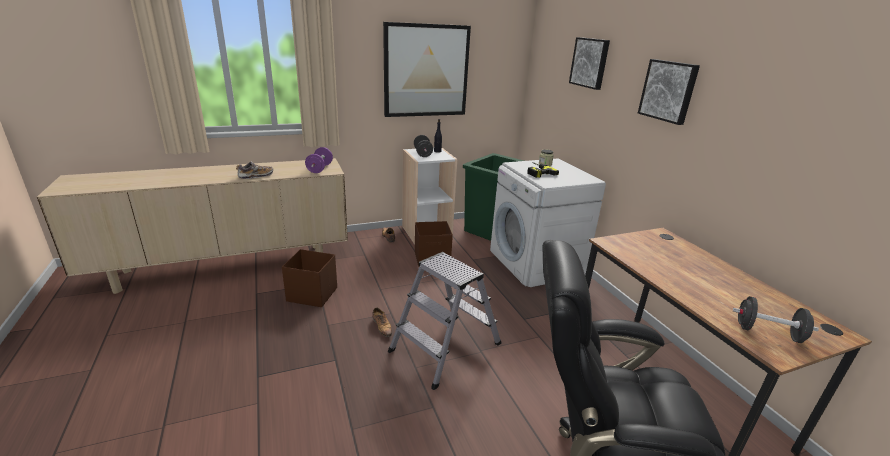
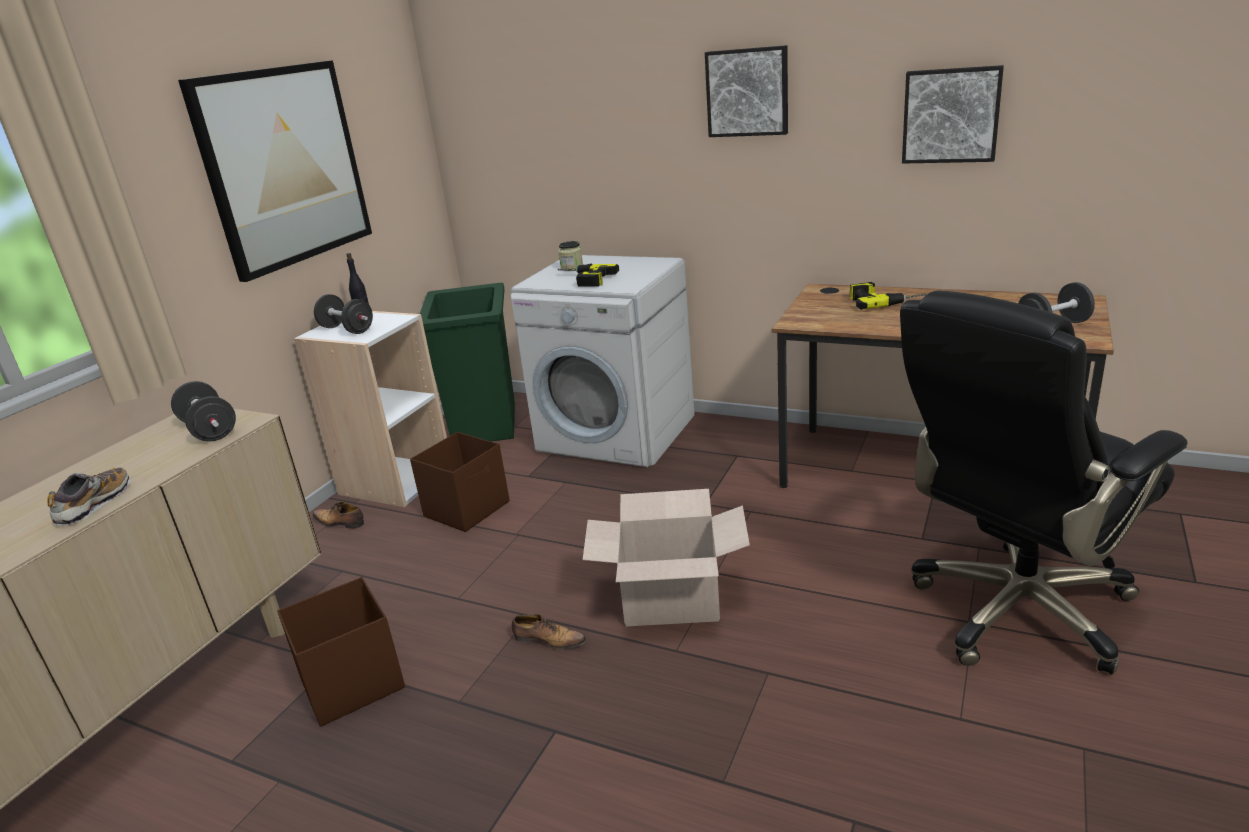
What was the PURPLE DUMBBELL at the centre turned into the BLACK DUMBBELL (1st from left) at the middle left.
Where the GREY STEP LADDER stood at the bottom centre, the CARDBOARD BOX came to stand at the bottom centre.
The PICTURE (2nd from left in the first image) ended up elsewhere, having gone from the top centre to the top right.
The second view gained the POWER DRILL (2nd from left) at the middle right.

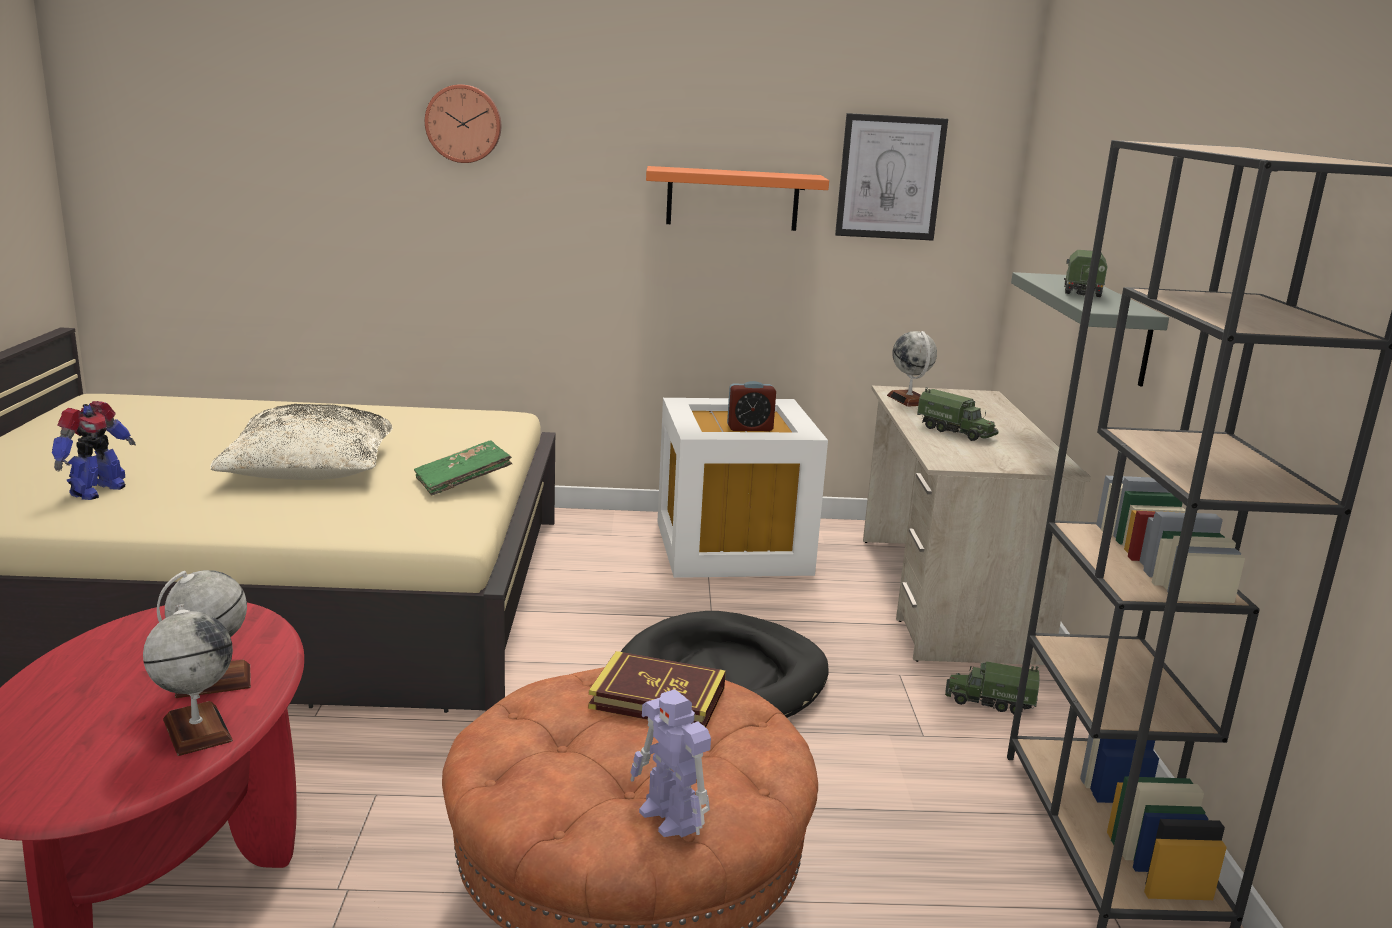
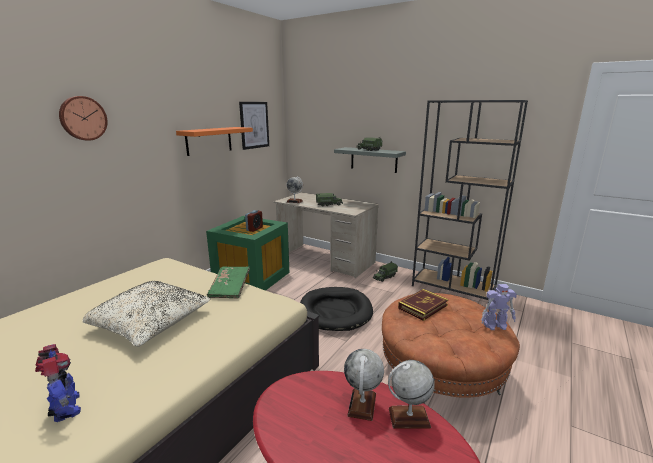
What was the WHITE STORAGE BOX at the centre turned into the GREEN STORAGE BOX at the centre.

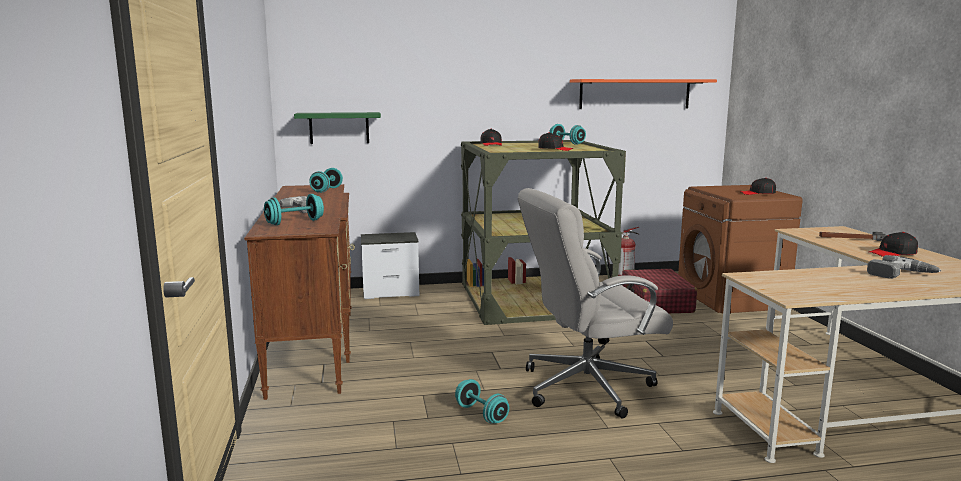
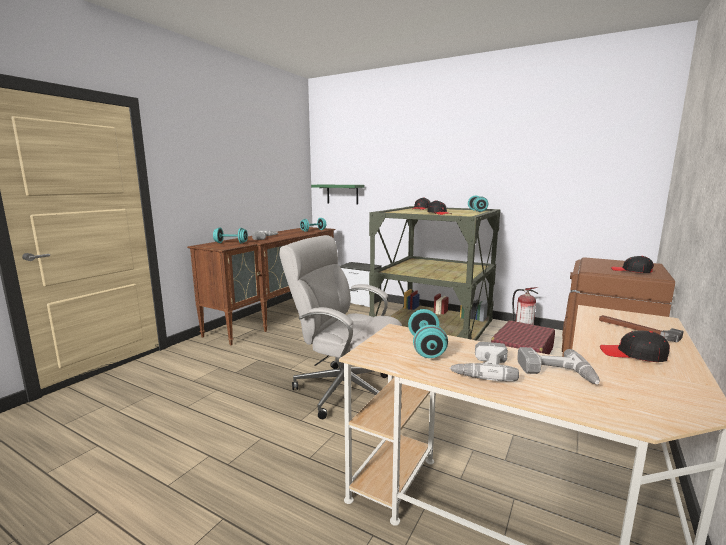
The TURQUOISE DUMBBELL (3rd from left) ended up elsewhere, having gone from the bottom centre to the centre.
The second view lost the ORANGE SHELF at the top right.
The second view gained the POWER DRILL (2nd from left) at the middle right.

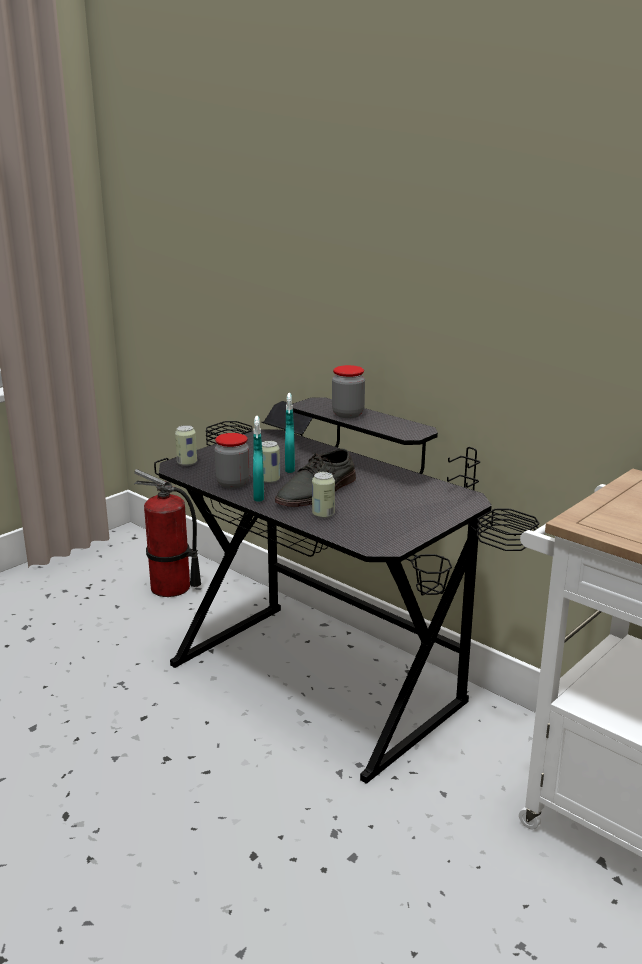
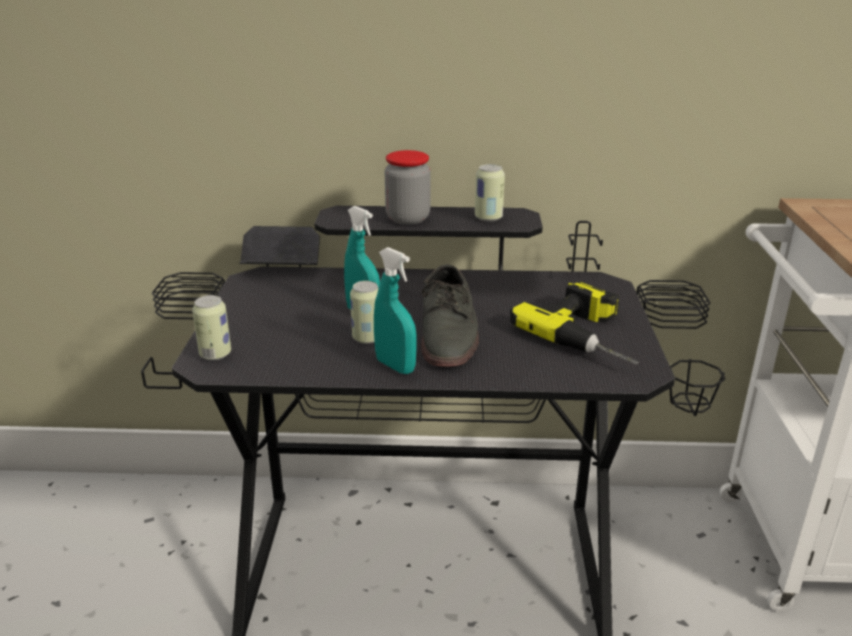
The second view lost the FIRE EXTINGUISHER at the middle left.
The second view lost the JAR (1st from left) at the centre.
The CAN (3rd from left) ended up elsewhere, having gone from the centre to the top centre.
The second view gained the POWER DRILL at the middle right.

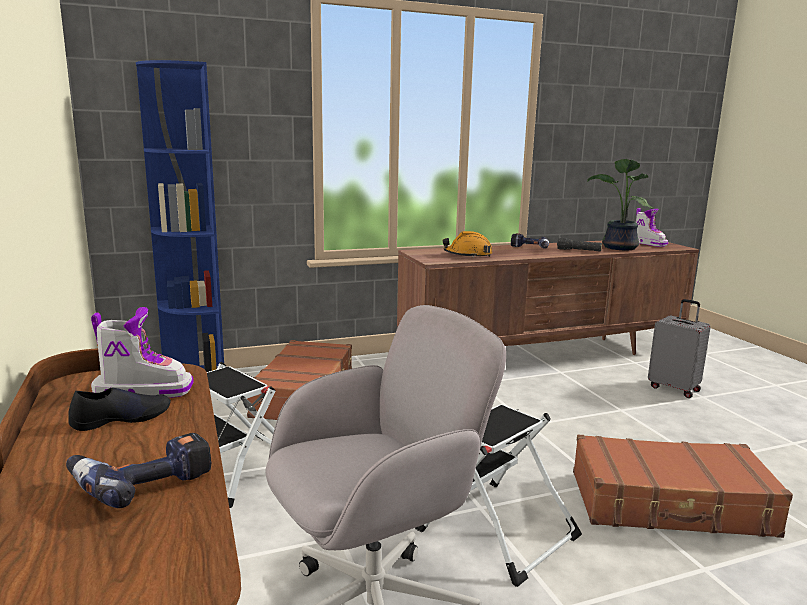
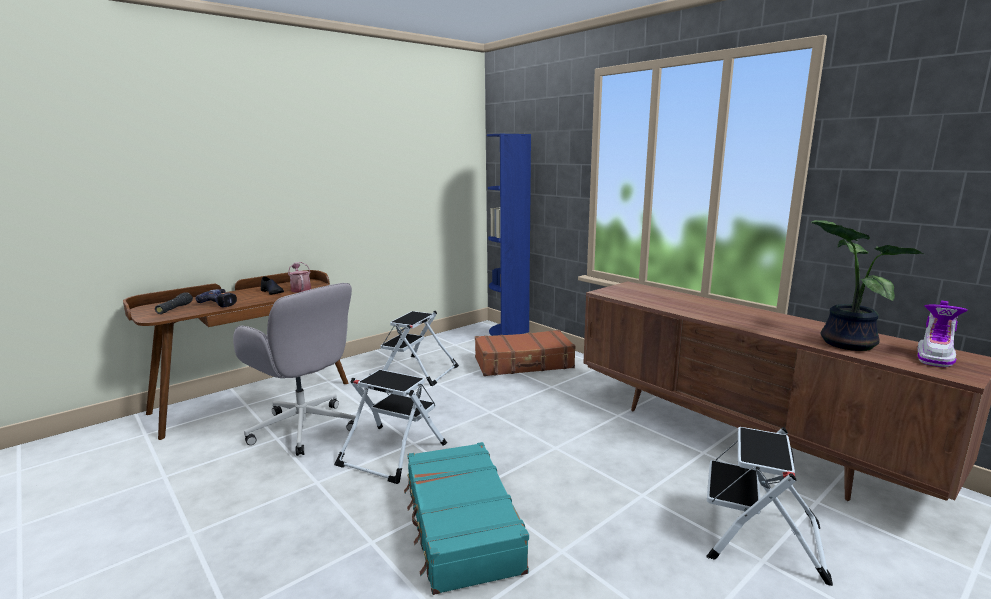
Where the BOOT (1st from left) stood at the middle left, the WATERING CAN came to stand at the middle left.
The second view lost the ORANGE HARD HAT at the centre.
The second view lost the POWER DRILL (2nd from left) at the centre.
The BLACK FLASHLIGHT ended up elsewhere, having gone from the middle right to the middle left.
What was the BROWN SUITCASE (2nd from left) at the bottom right turned into the TURQUOISE SUITCASE at the bottom centre.
Where the GREY SUITCASE stood at the middle right, the STEP LADDER (3rd from left) came to stand at the bottom right.

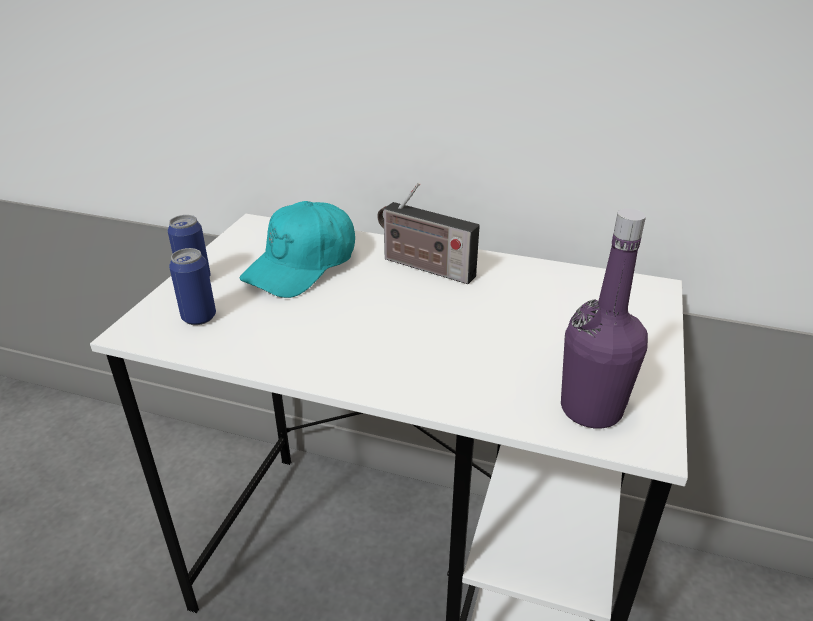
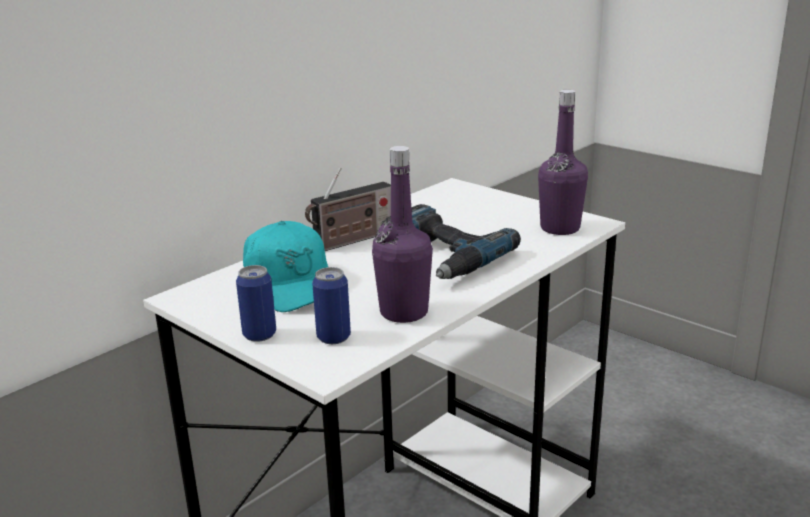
The second view gained the PURPLE BOTTLE (1st from left) at the centre.
The second view gained the POWER DRILL at the centre.

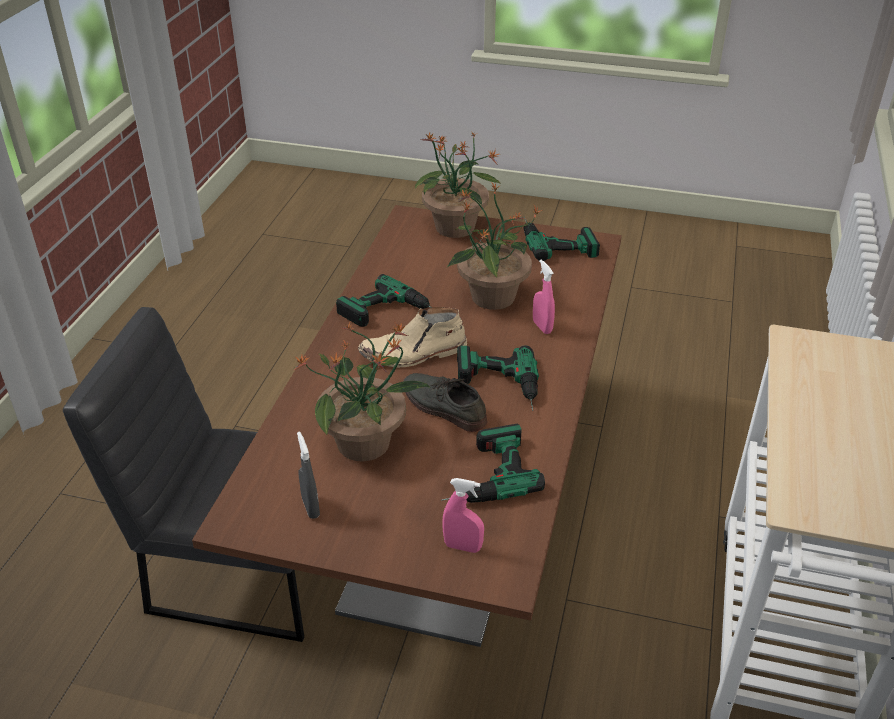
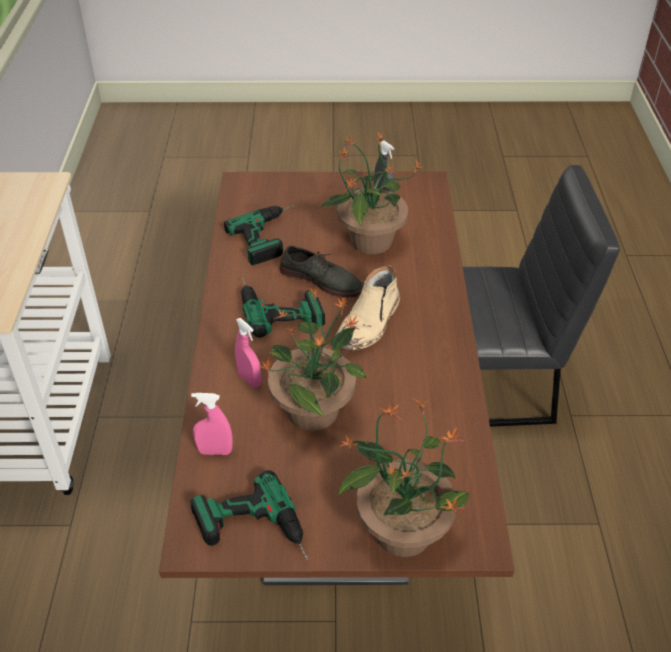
The second view lost the POWER DRILL (1st from left) at the centre.
The BEIGE BOOT at the centre ended up facing another way, 150 degrees clockwise from before.
The PINK SPRAY BOTTLE (1st from left) ended up elsewhere, having gone from the bottom centre to the middle left.

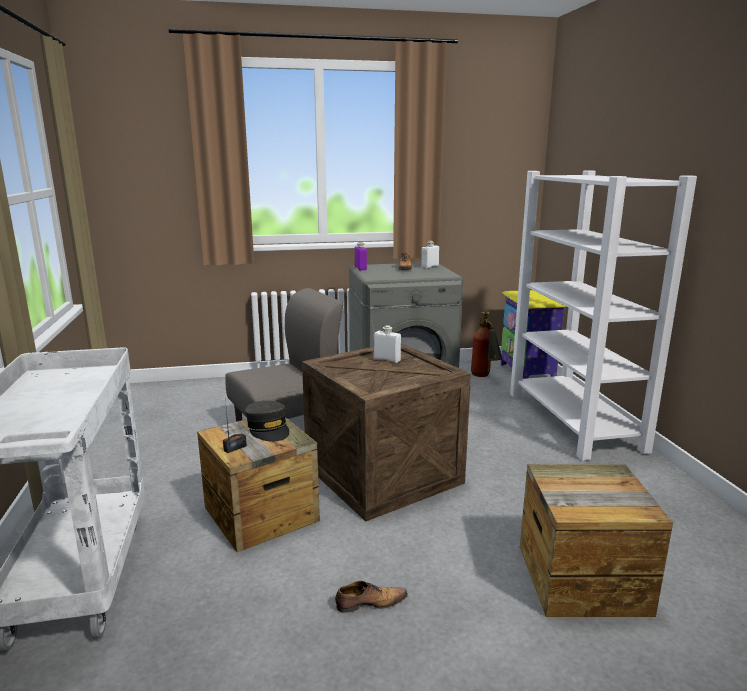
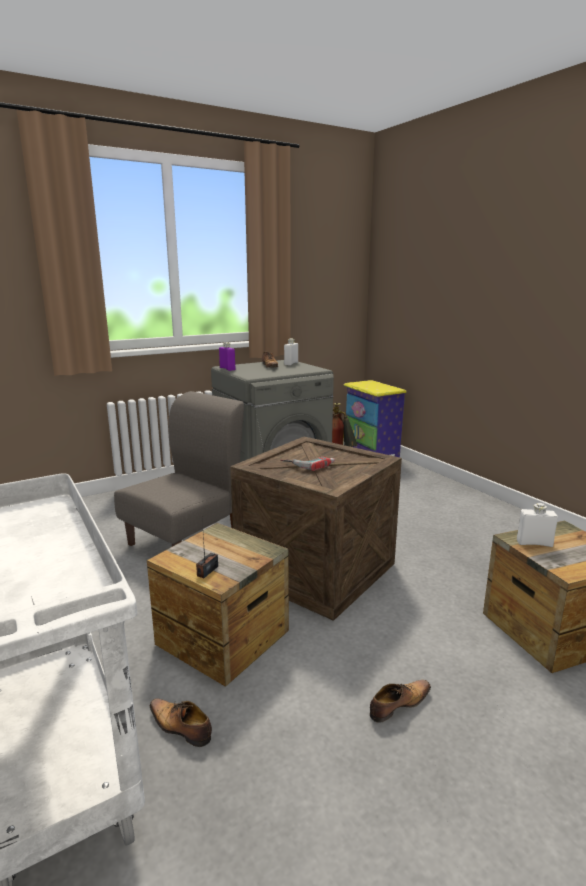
The second view lost the GREY CAP at the centre.
The WHITE BOTTLE (1st from left in the first image) ended up elsewhere, having gone from the centre to the middle right.
The second view lost the WHITE BOOKCASE at the middle right.
The second view gained the SHOE (1st from left) at the bottom left.
The second view gained the POWER DRILL at the centre.

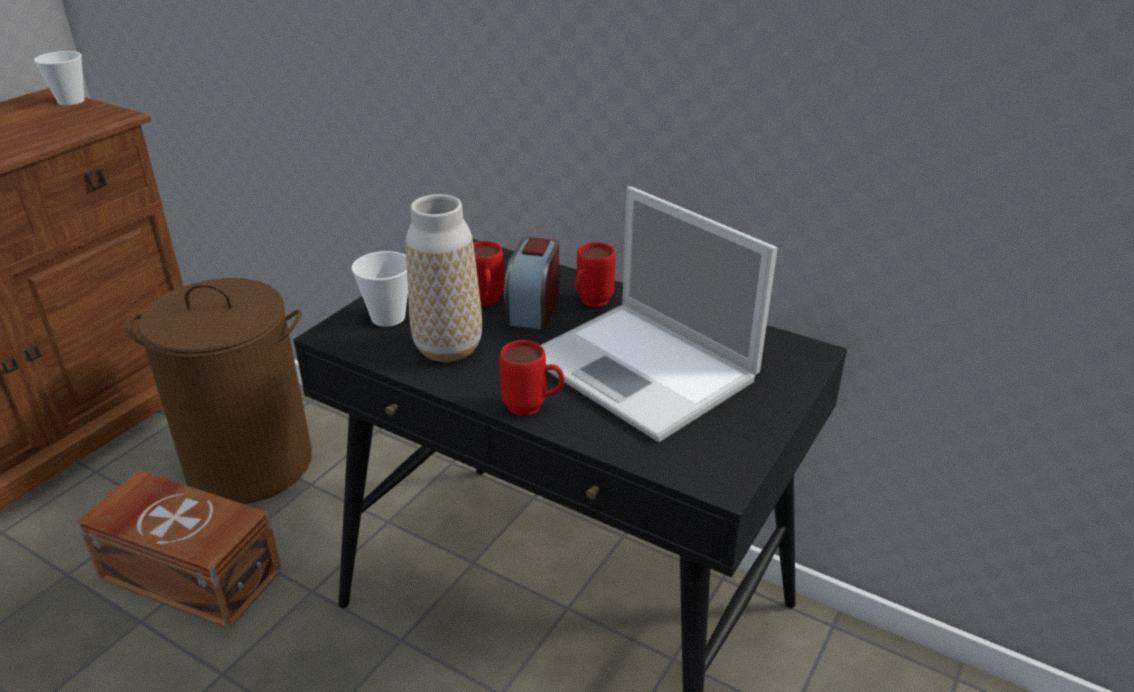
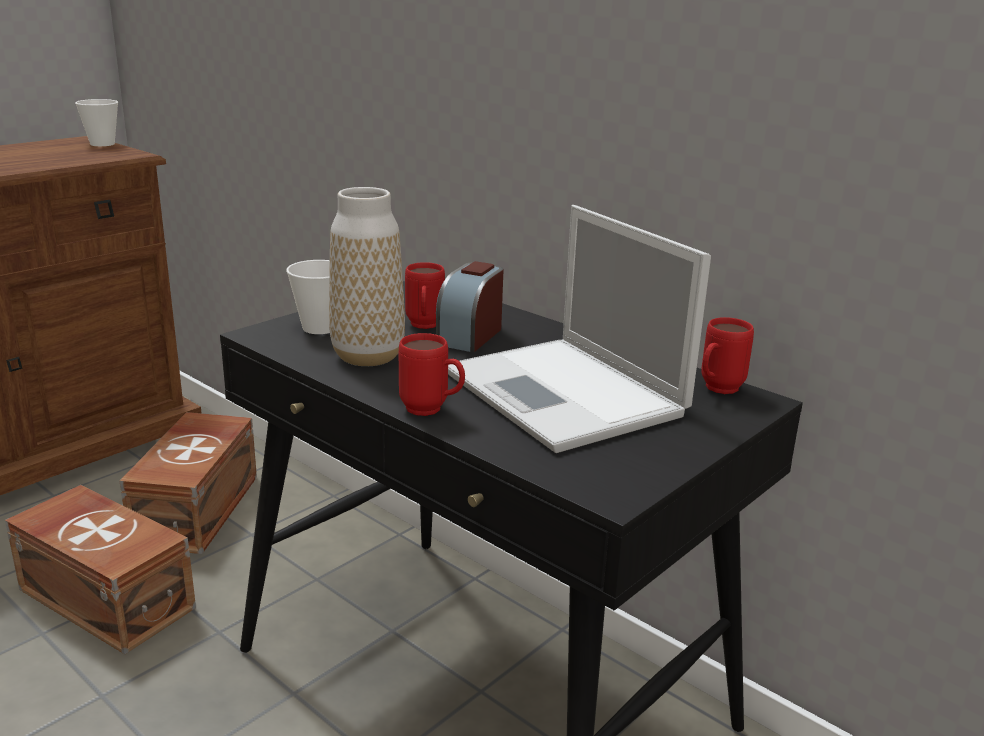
Where the BROWN LAUNDRY BASKET stood at the middle left, the BROWN STORAGE BOX (2nd from left) came to stand at the middle left.
The RED MUG (3rd from left) ended up elsewhere, having gone from the centre to the middle right.

